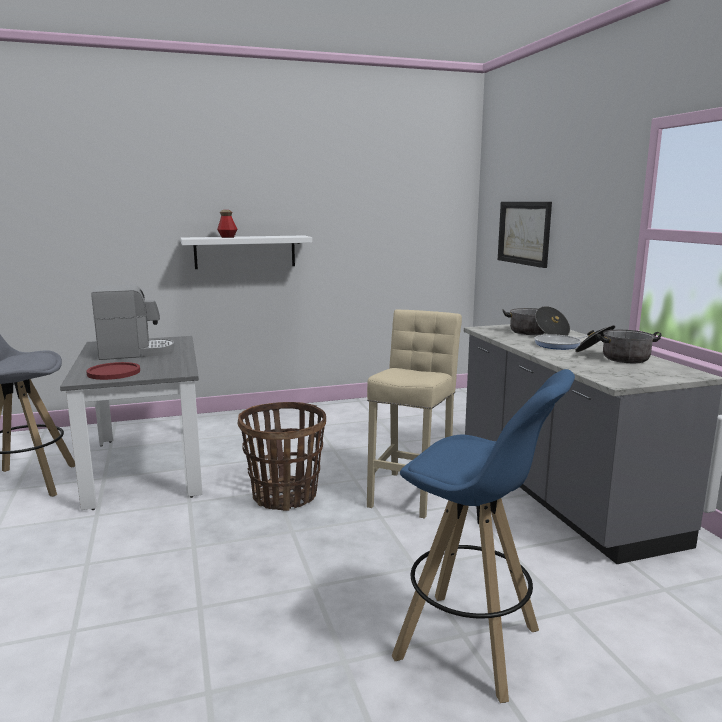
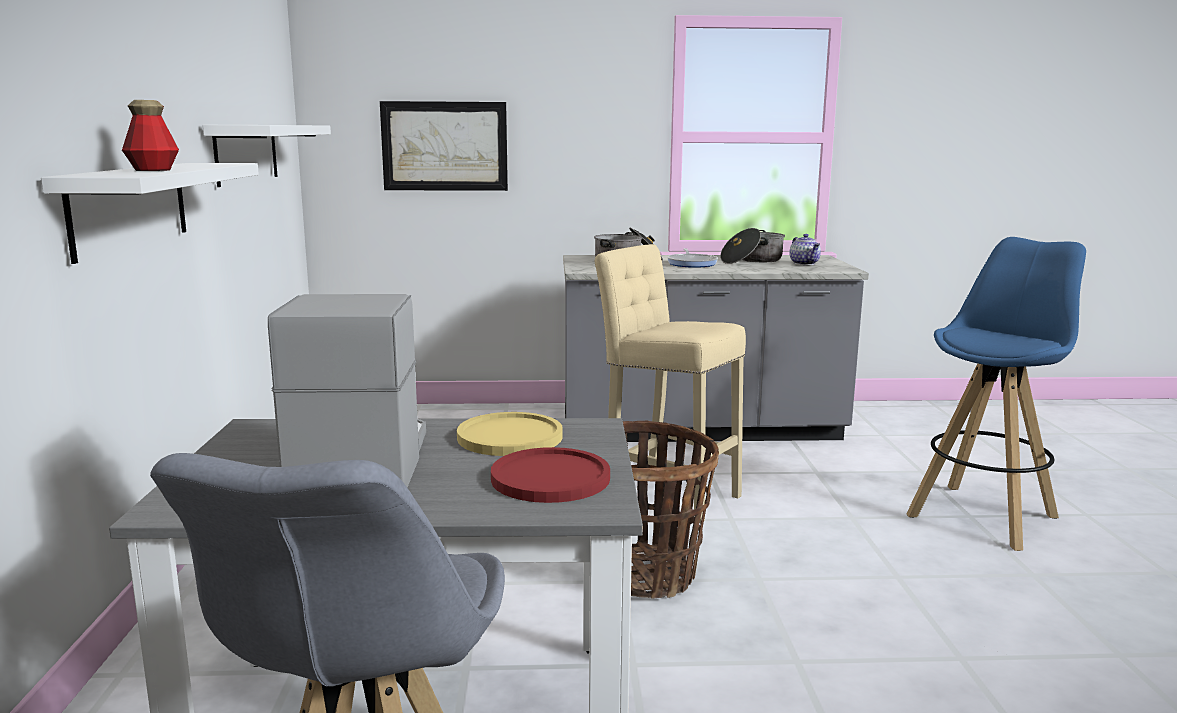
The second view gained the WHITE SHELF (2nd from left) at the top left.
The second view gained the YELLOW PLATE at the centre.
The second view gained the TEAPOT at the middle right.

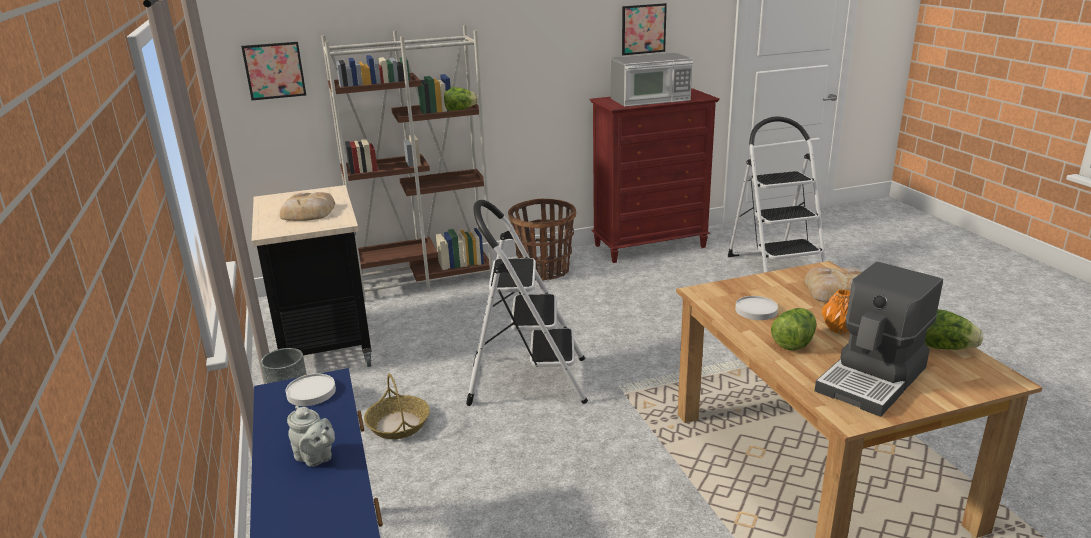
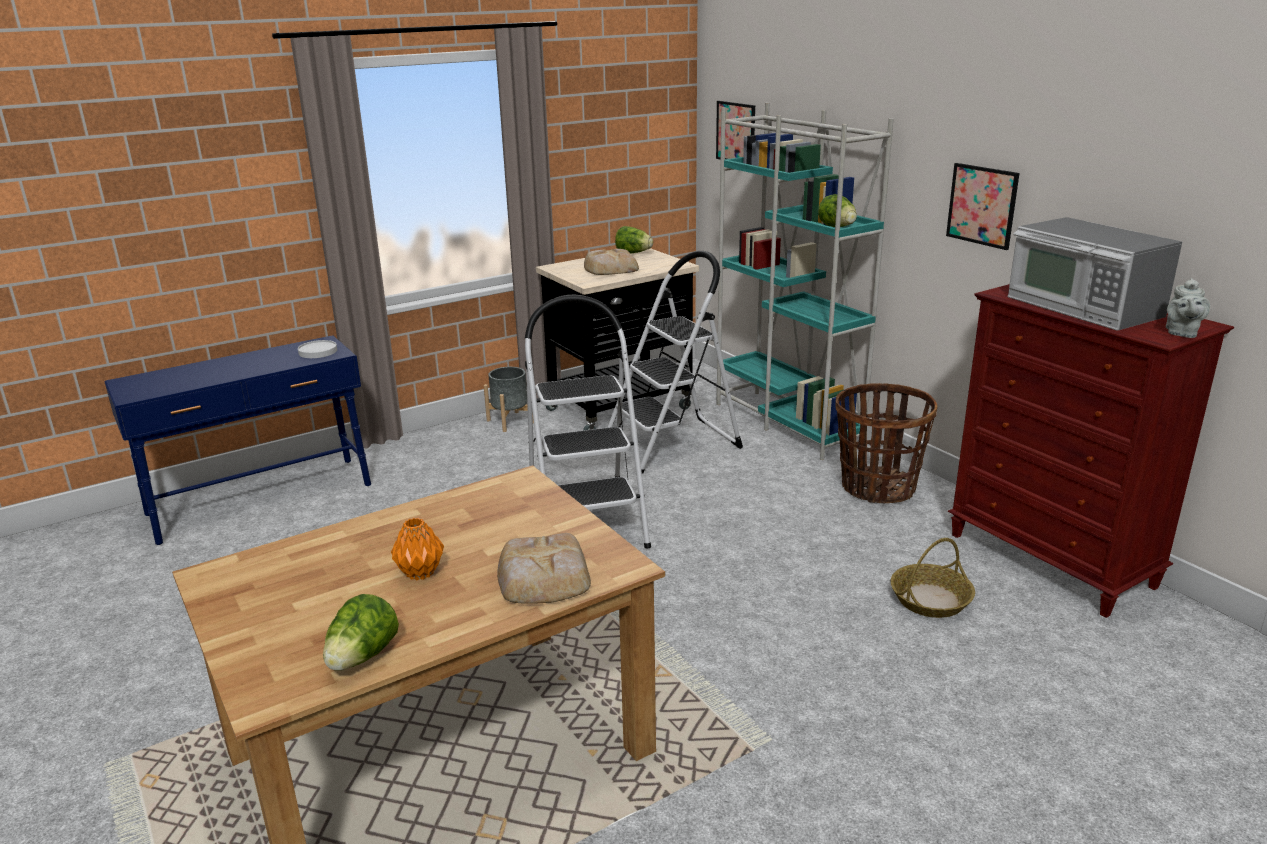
The GREY TEAPOT ended up elsewhere, having gone from the bottom left to the middle right.
What was the BROWN BOOKCASE at the top centre turned into the TURQUOISE BOOKCASE at the top centre.
The BASKET (1st from left in the first image) ended up elsewhere, having gone from the bottom centre to the bottom right.
The PICTURE (2nd from left) ended up elsewhere, having gone from the top centre to the top right.
The STEP LADDER (2nd from left) ended up elsewhere, having gone from the middle right to the centre.
The second view lost the WHITE PLATE (2nd from left) at the middle right.
The LETTUCE (2nd from left) ended up elsewhere, having gone from the middle right to the top centre.
The second view lost the COFFEE MACHINE at the middle right.

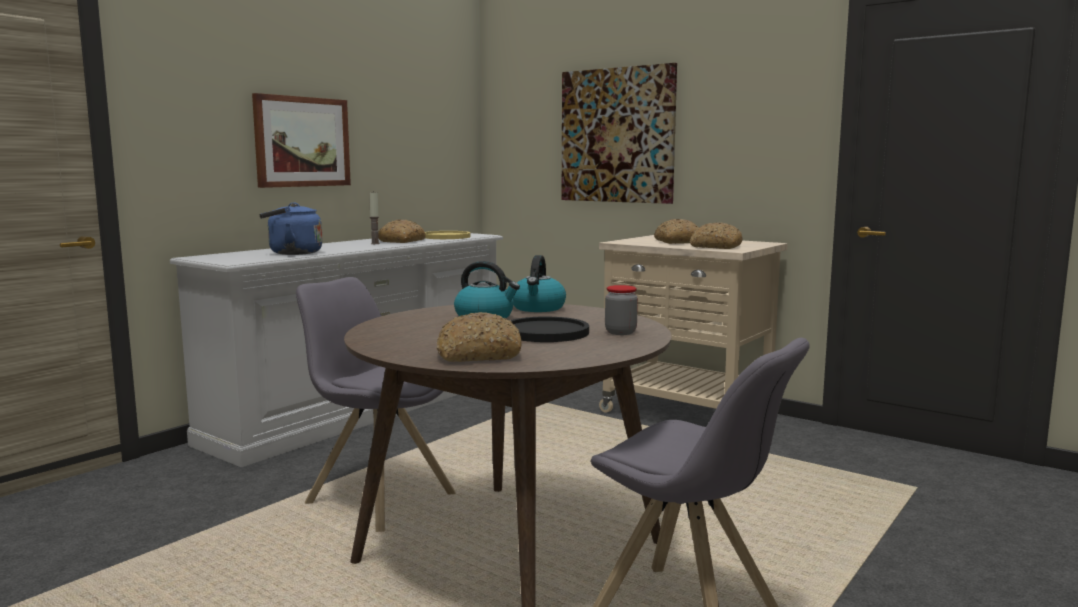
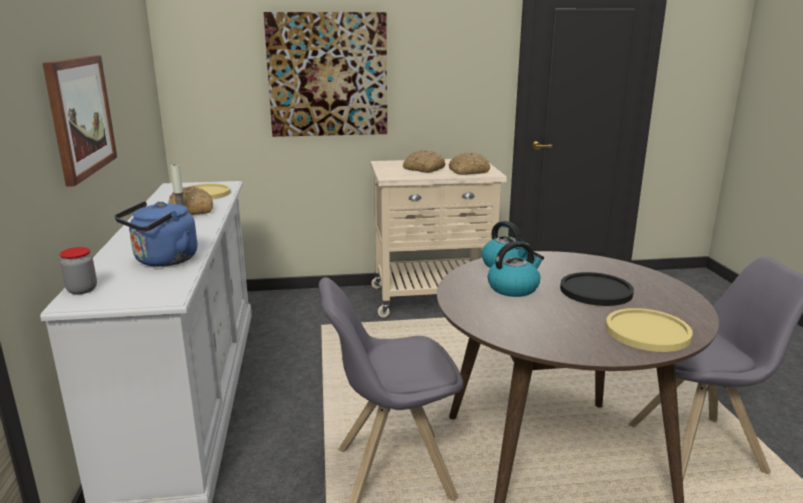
Where the BREAD (2nd from left) stood at the centre, the YELLOW PLATE (2nd from left) came to stand at the middle right.
The JAR ended up elsewhere, having gone from the centre to the middle left.

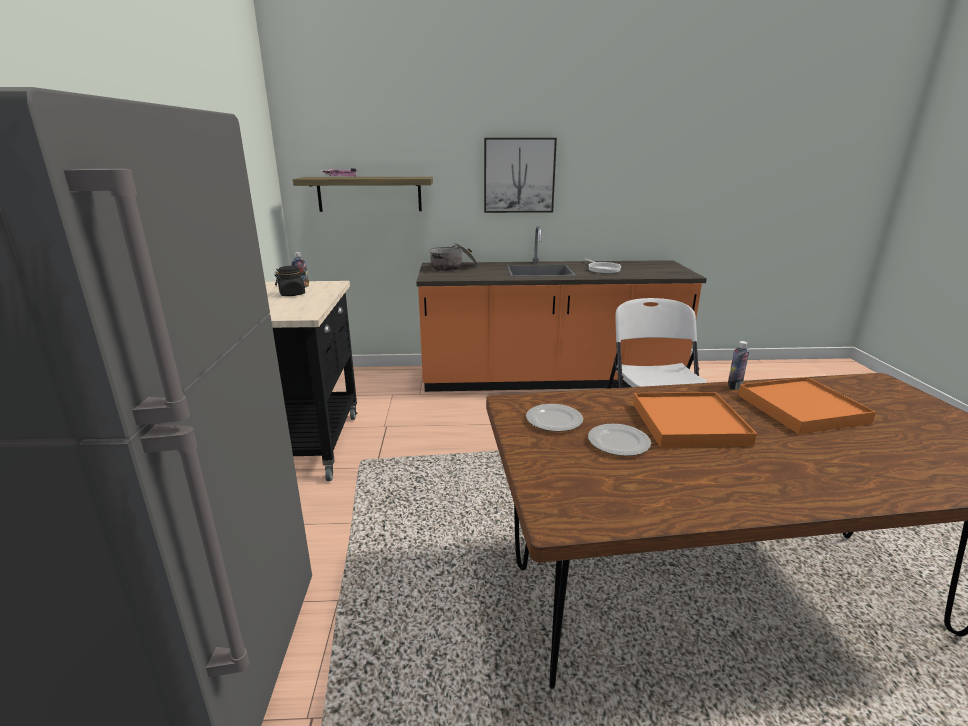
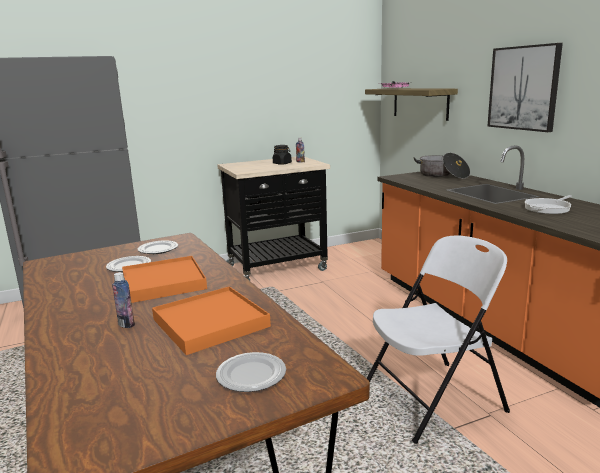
The BOTTLE (2nd from left in the first image) ended up elsewhere, having gone from the middle right to the middle left.
The second view gained the PLATE (3rd from left) at the bottom centre.

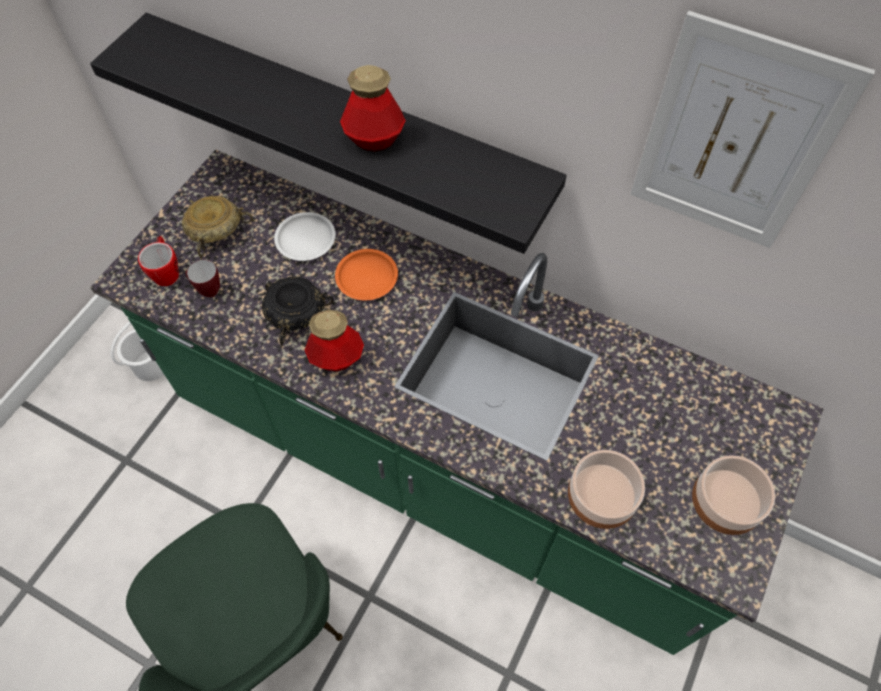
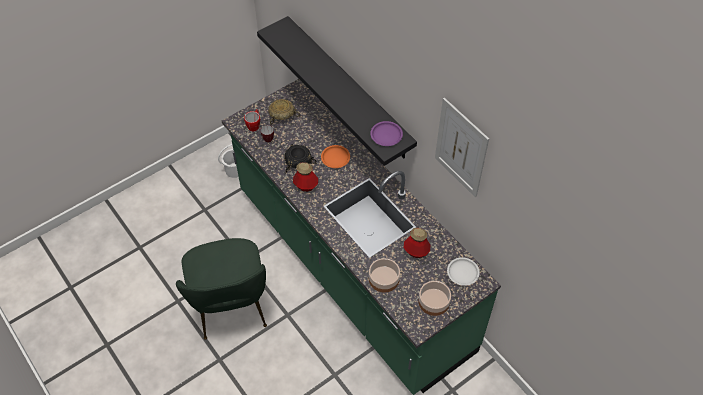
The WHITE PLATE ended up elsewhere, having gone from the centre to the bottom centre.
The BOTTLE (2nd from left) ended up elsewhere, having gone from the top centre to the centre.
The second view gained the PURPLE PLATE at the centre.

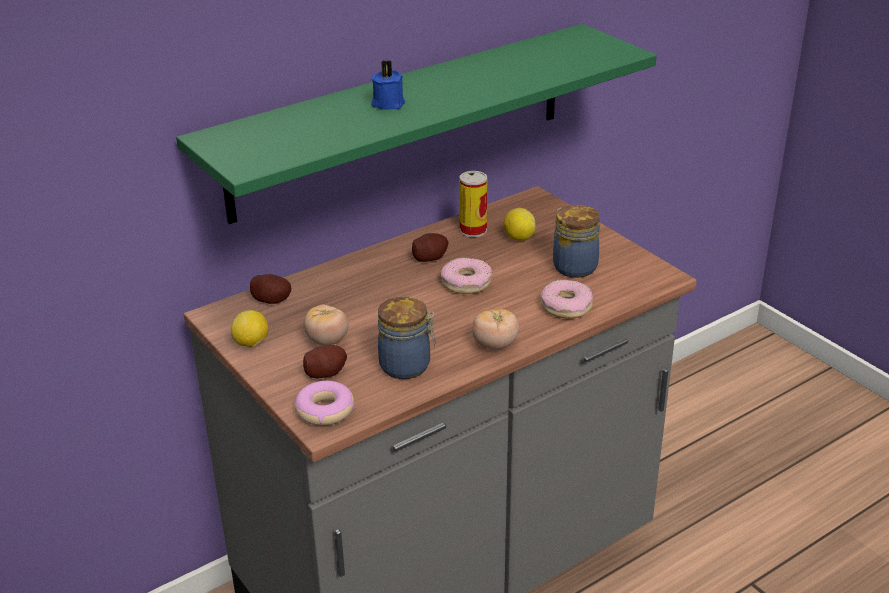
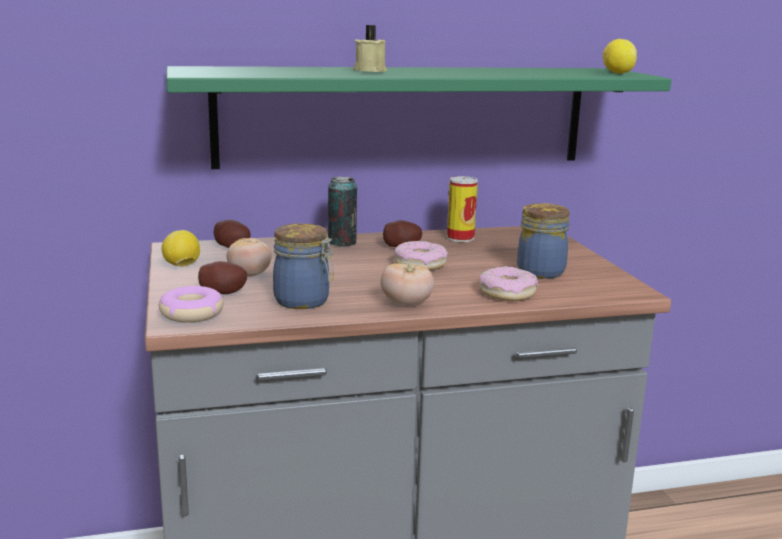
What was the BLUE CANDLE at the top centre turned into the BEIGE CANDLE at the top centre.
The LEMON (2nd from left) ended up elsewhere, having gone from the centre to the top right.
The second view gained the CAN (1st from left) at the centre.

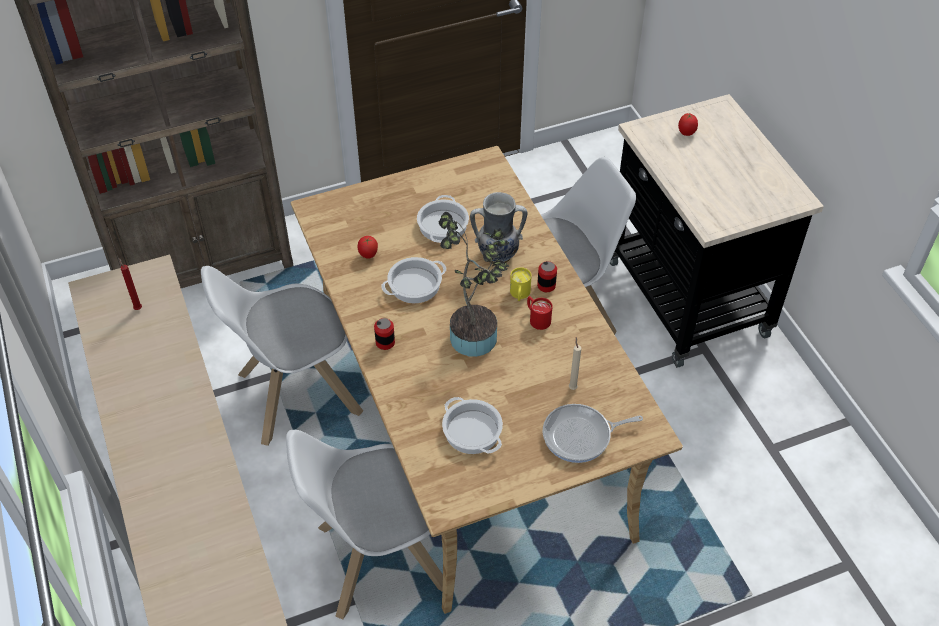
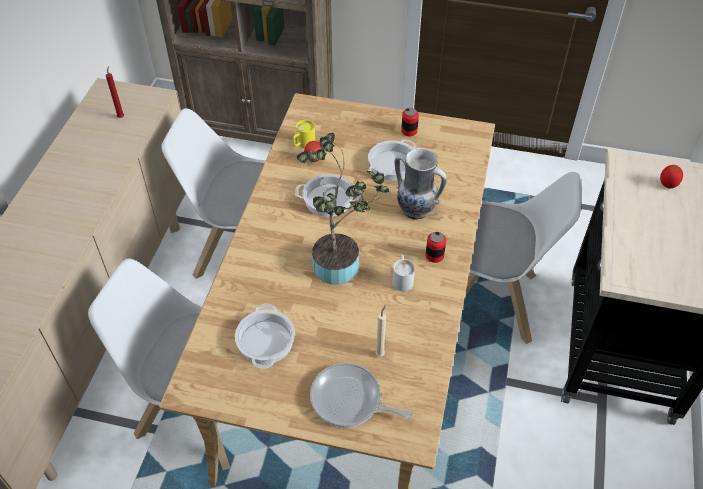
The CAN (1st from left) ended up elsewhere, having gone from the centre to the top centre.
The YELLOW MUG ended up elsewhere, having gone from the centre to the top centre.
What was the RED MUG at the centre turned into the WHITE MUG at the centre.

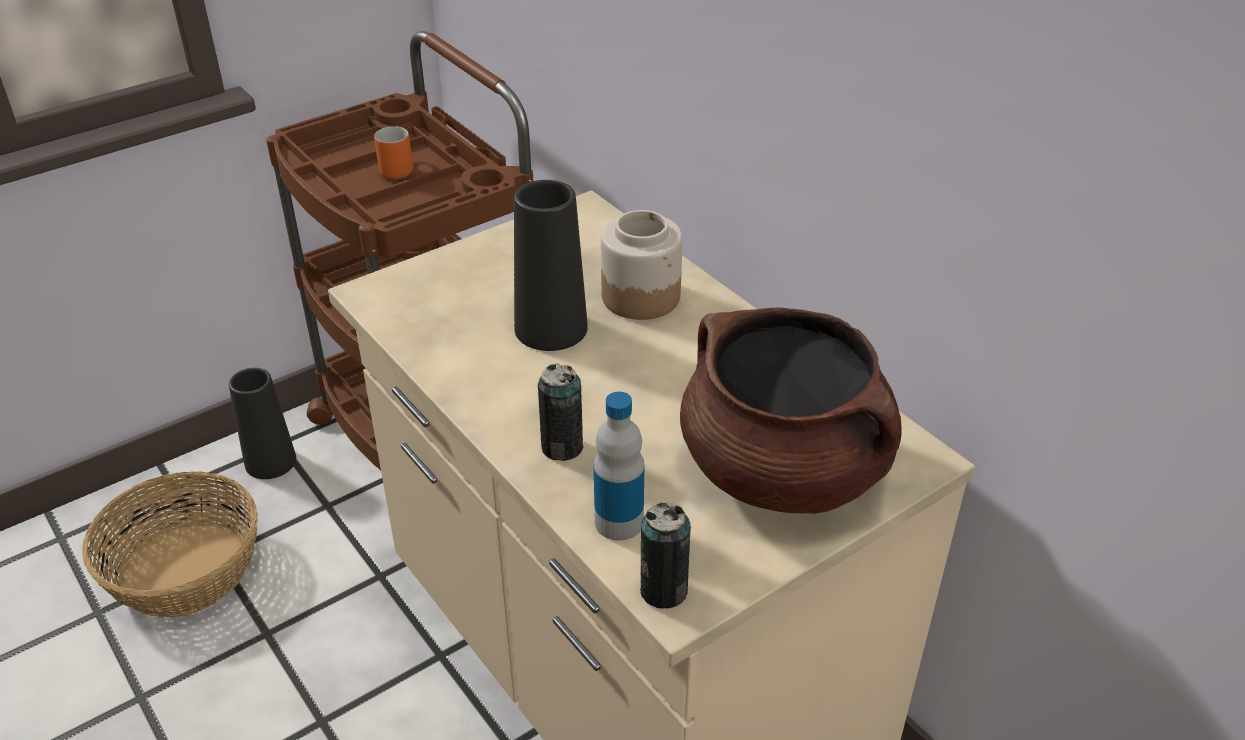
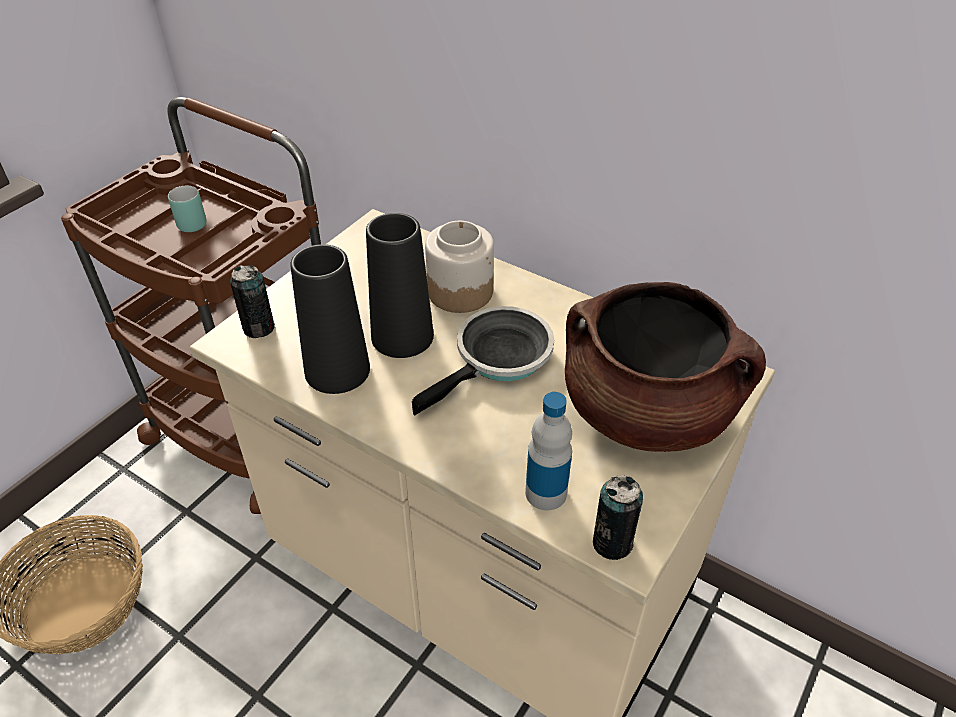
The BLACK VASE (1st from left) ended up elsewhere, having gone from the middle left to the centre.
What was the ORANGE MUG at the top left turned into the TURQUOISE MUG at the top left.
The CAN (1st from left) ended up elsewhere, having gone from the centre to the middle left.
The second view gained the FRYING PAN at the centre.

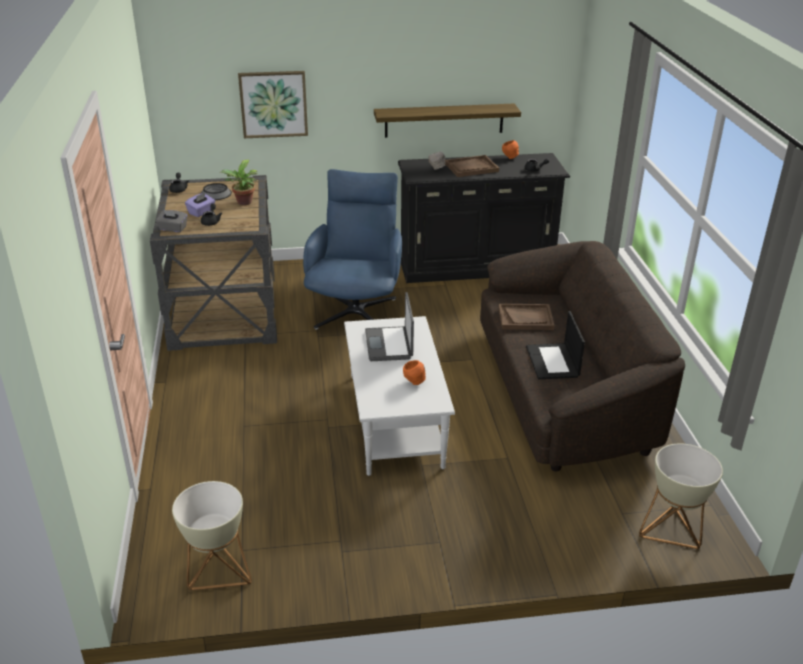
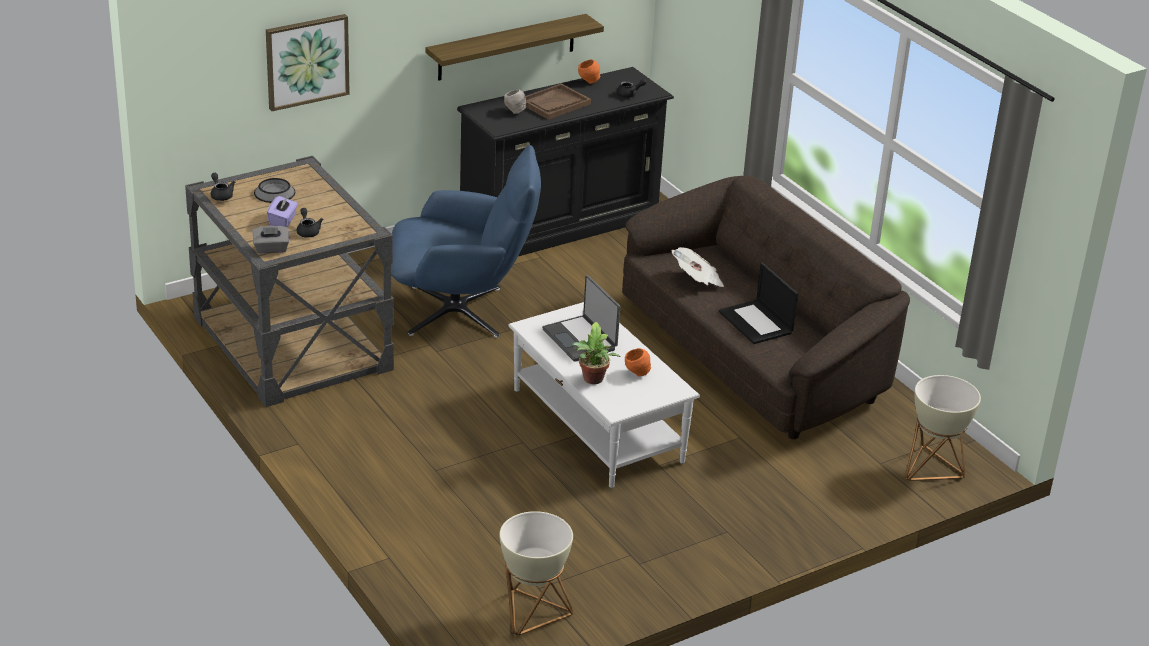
The POTTED PLANT ended up elsewhere, having gone from the top left to the centre.
The BLUE ARMCHAIR at the centre ended up facing another way, 105 degrees clockwise from before.
Where the BROWN TRAY (2nd from left) stood at the centre, the NEWSPAPER came to stand at the centre.

